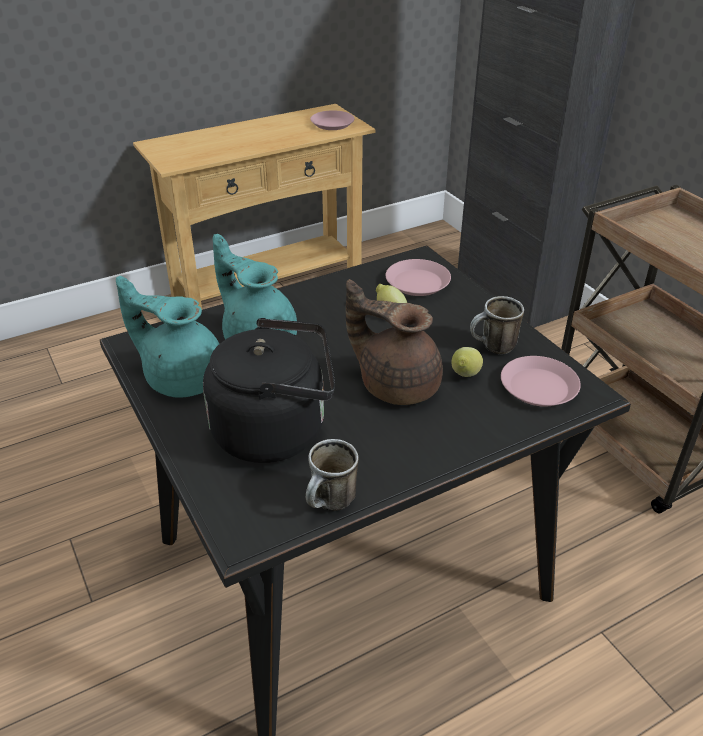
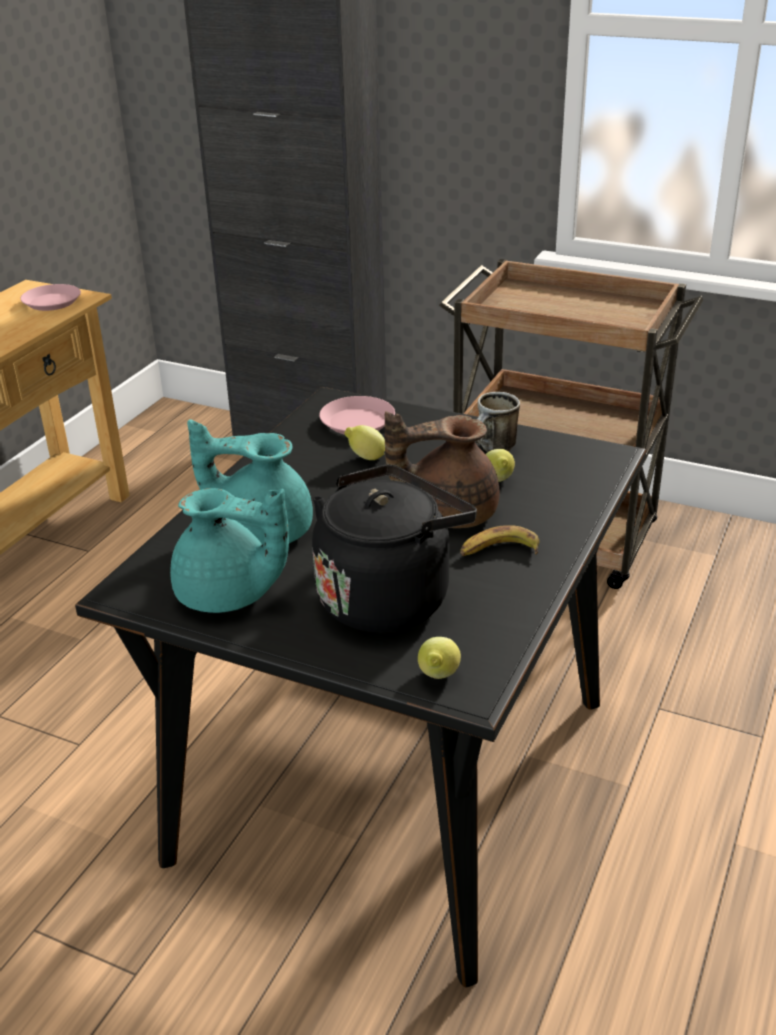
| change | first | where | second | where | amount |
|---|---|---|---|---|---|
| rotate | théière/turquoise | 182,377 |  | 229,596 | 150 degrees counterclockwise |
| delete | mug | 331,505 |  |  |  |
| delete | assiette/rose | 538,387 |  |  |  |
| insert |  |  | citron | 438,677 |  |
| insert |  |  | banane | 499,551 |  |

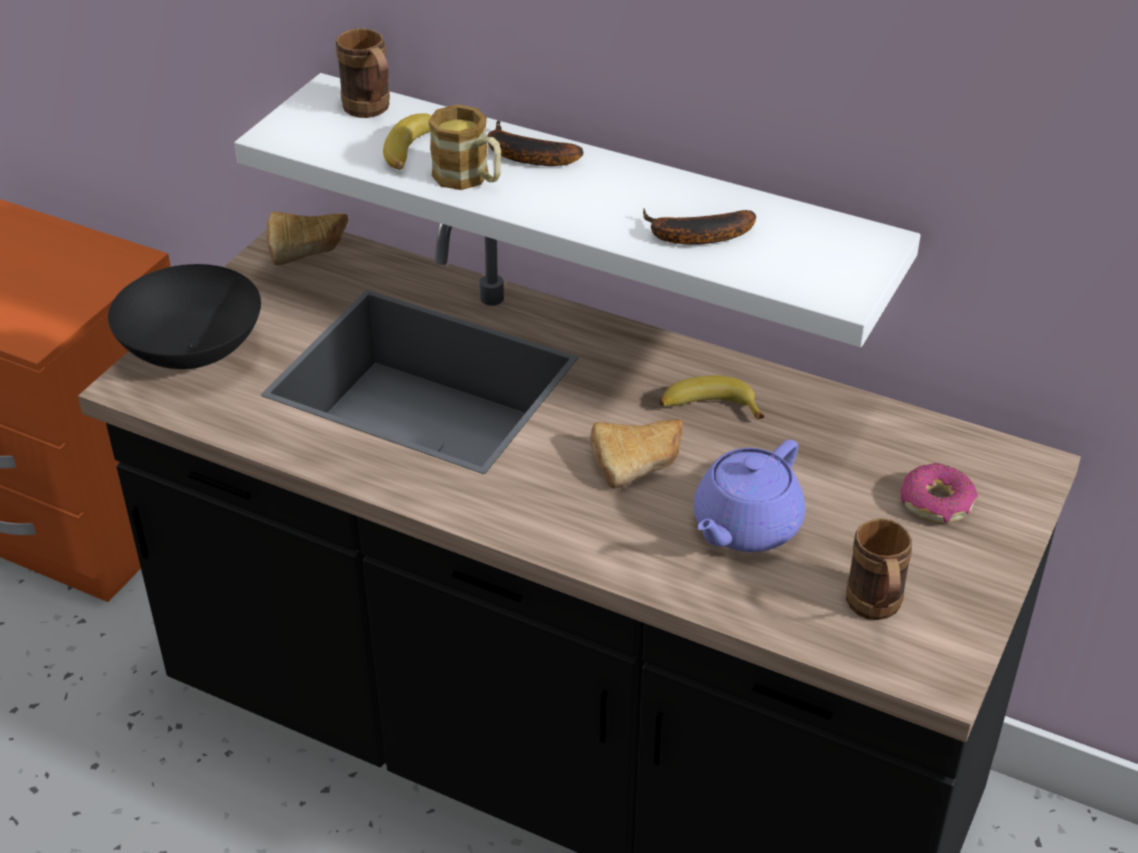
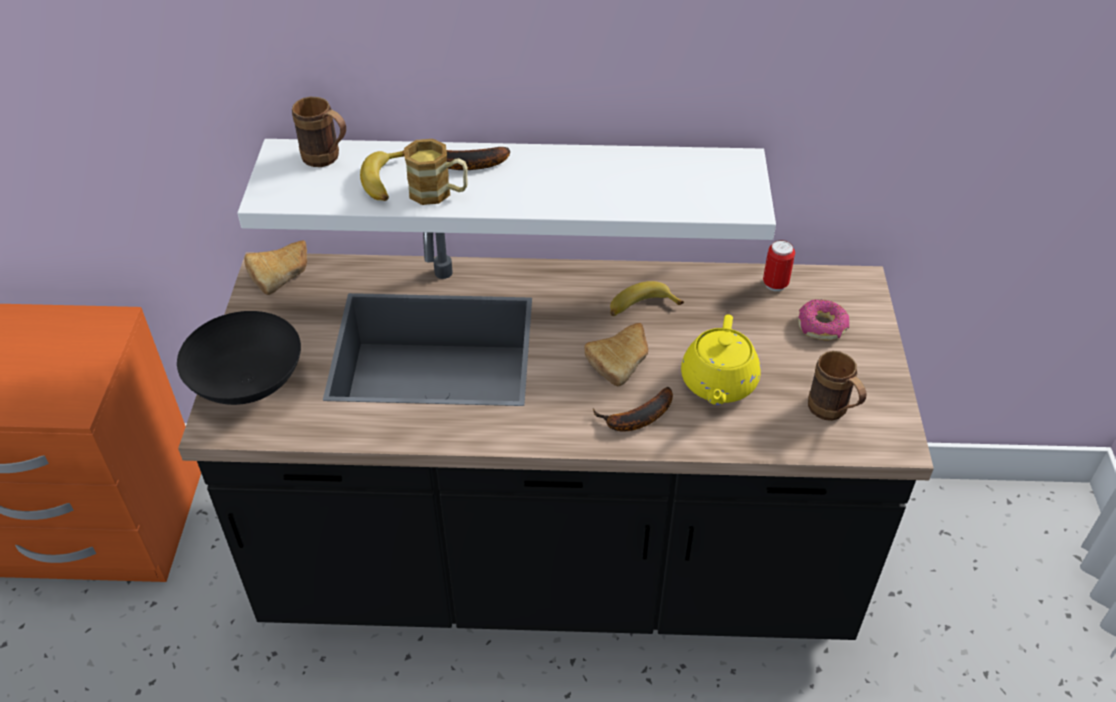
| change | first | where | second | where | amount |
|---|---|---|---|---|---|
| move | banane | 694,236 |  | 636,419 |  |
| recolor | théière/violet | 745,527 | théière/jaune | 718,384 |  |
| insert |  |  | boîte métallique | 775,284 |  |

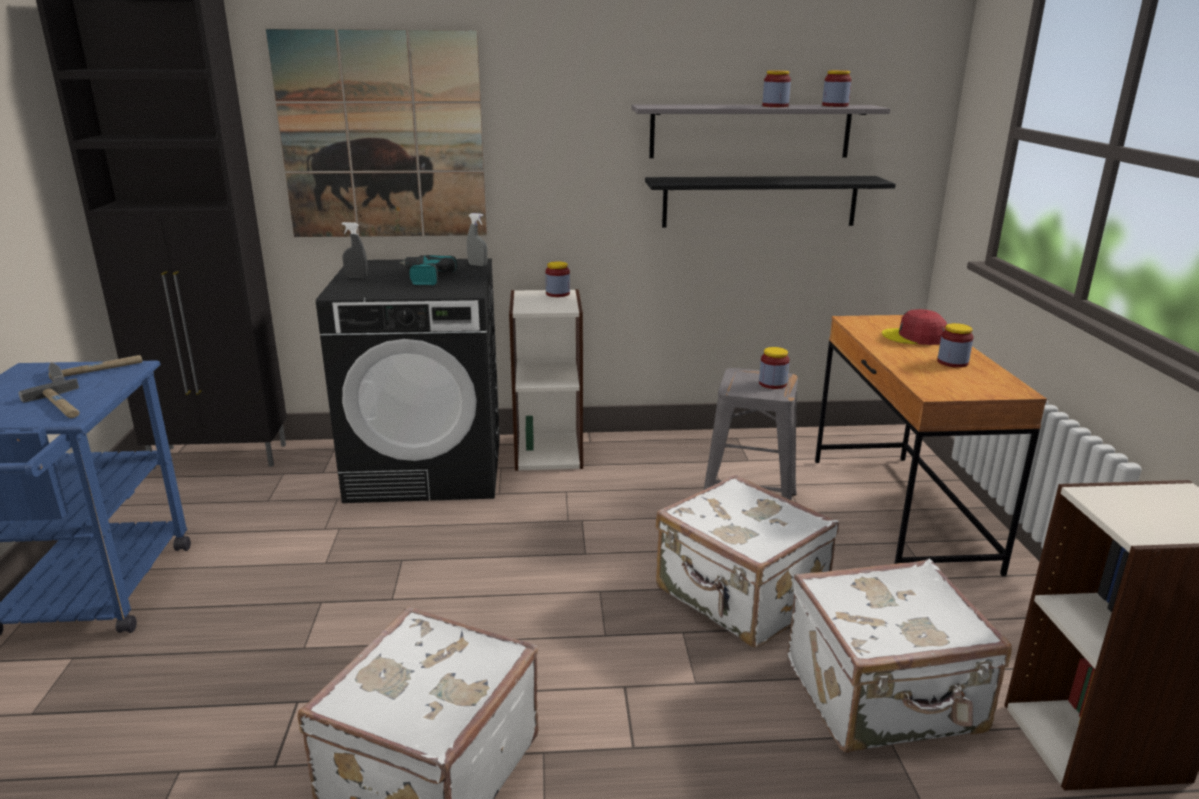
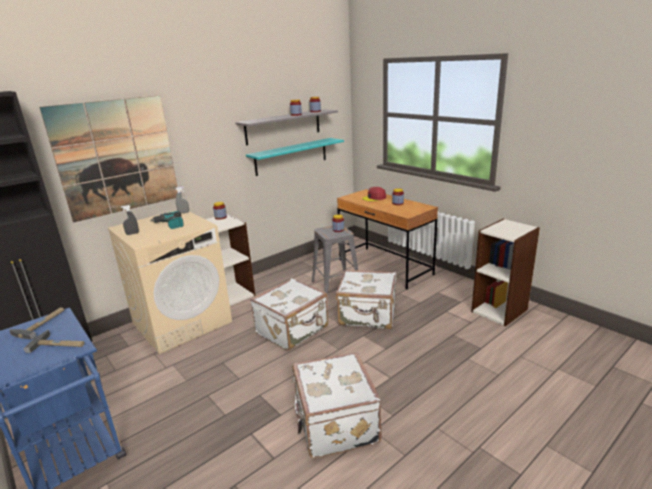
| change | first | where | second | where | amount |
|---|---|---|---|---|---|
| recolor | lave-linge/noir | 428,468 | lave-linge/beige | 182,322 |  |
| recolor | étagère/noir | 760,201 | étagère/turquoise | 291,156 |  |
| move | valise/blanc | 884,698 |  | 293,330 |  |

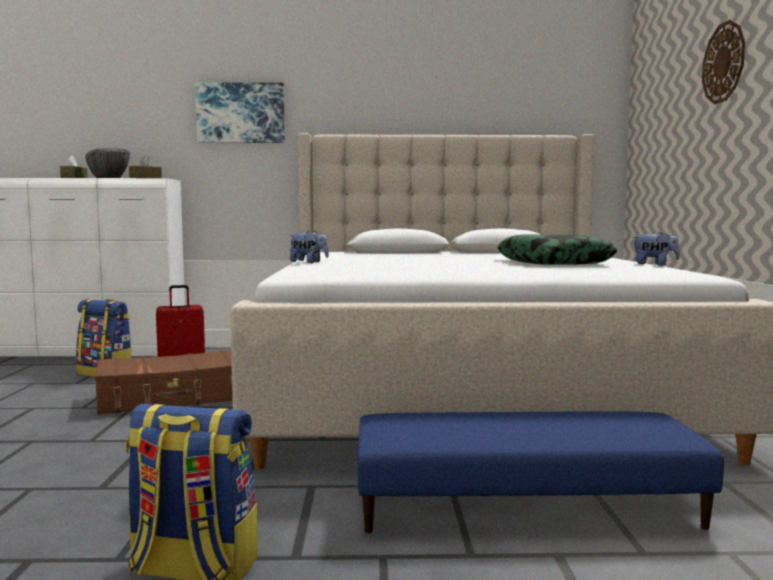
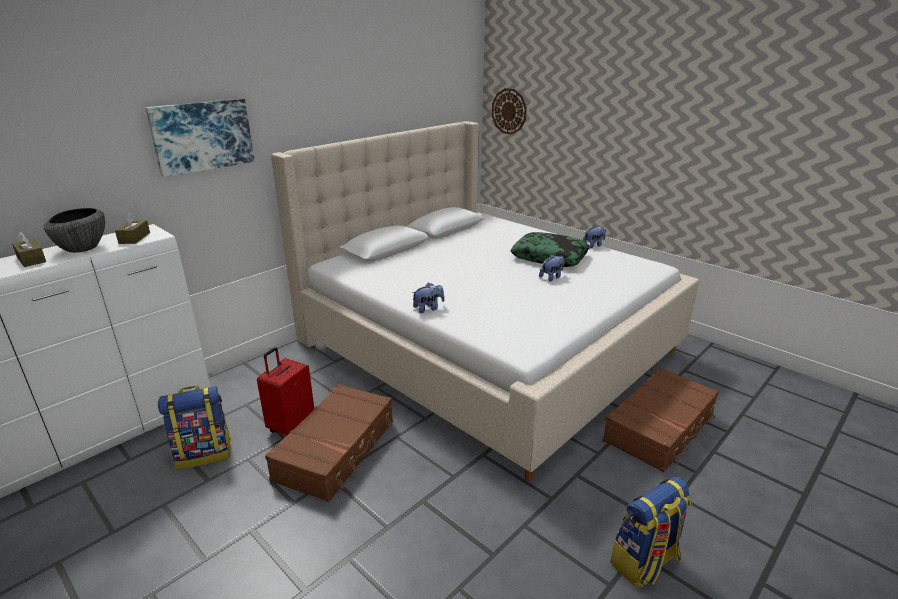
| change | first | where | second | where | amount |
|---|---|---|---|---|---|
| replace | pouf/bleu | 524,504 | valise/marron | 660,428 |  |
| move | horloge murale | 724,62 |  | 509,111 |  |
| insert |  |  | peluche | 552,277 |  |

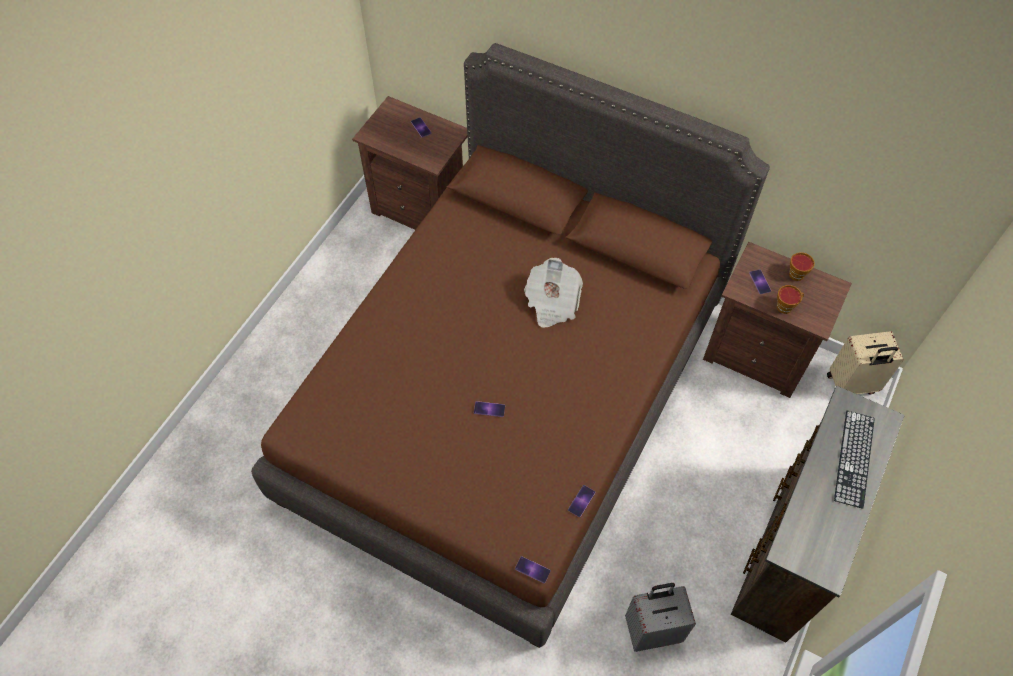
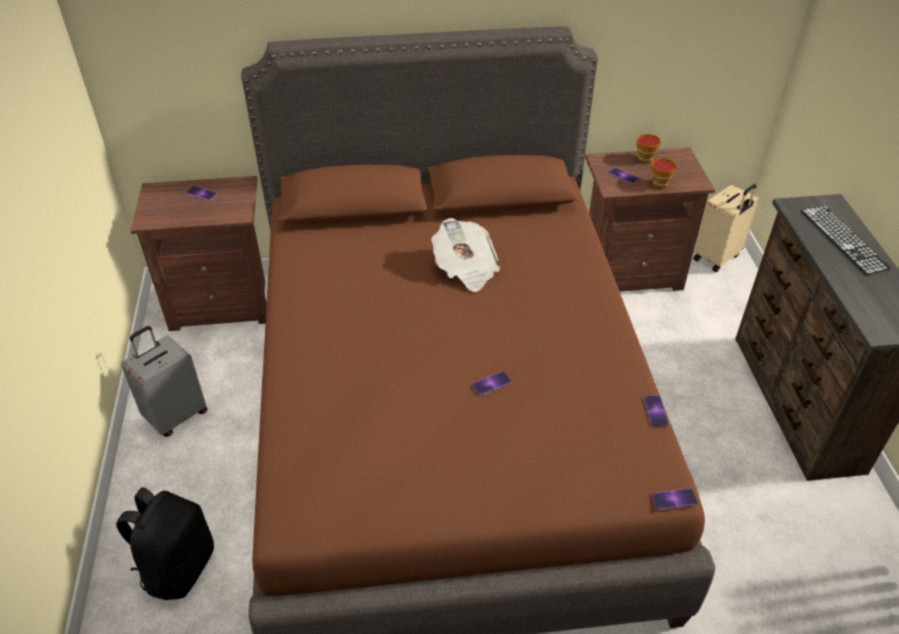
| change | first | where | second | where | amount |
|---|---|---|---|---|---|
| move | valise/gris | 653,629 |  | 176,415 |  |
| insert |  |  | sac à dos/noir | 178,567 |  |

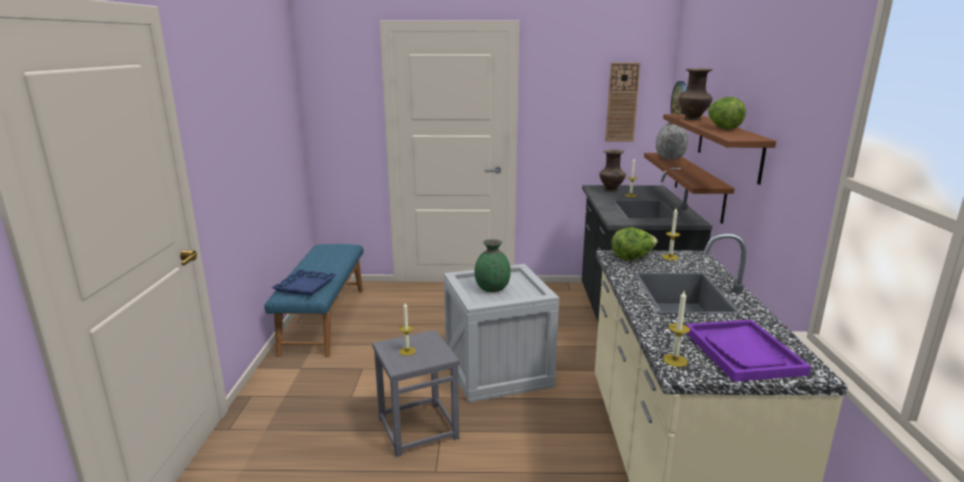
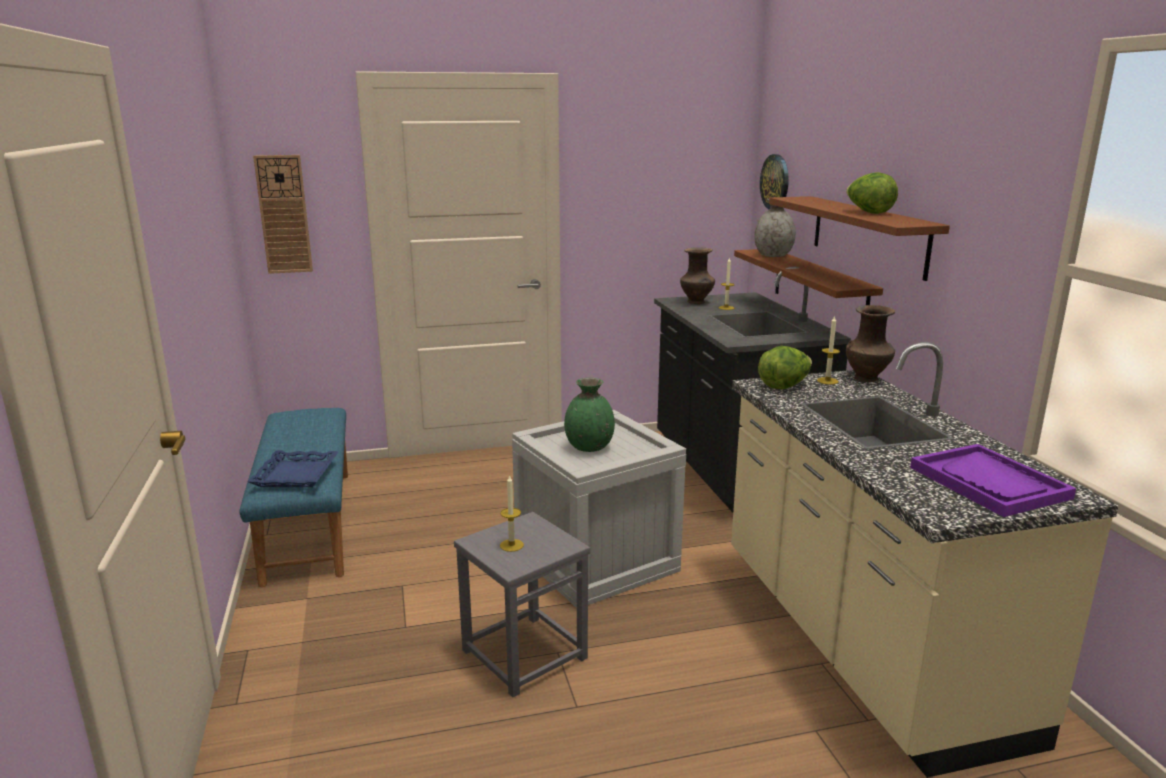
| change | first | where | second | where | amount |
|---|---|---|---|---|---|
| move | horloge murale | 622,102 |  | 284,214 |  |
| delete | bougie | 675,360 |  |  |  |
| move | vase/marron | 693,119 |  | 867,378 |  |

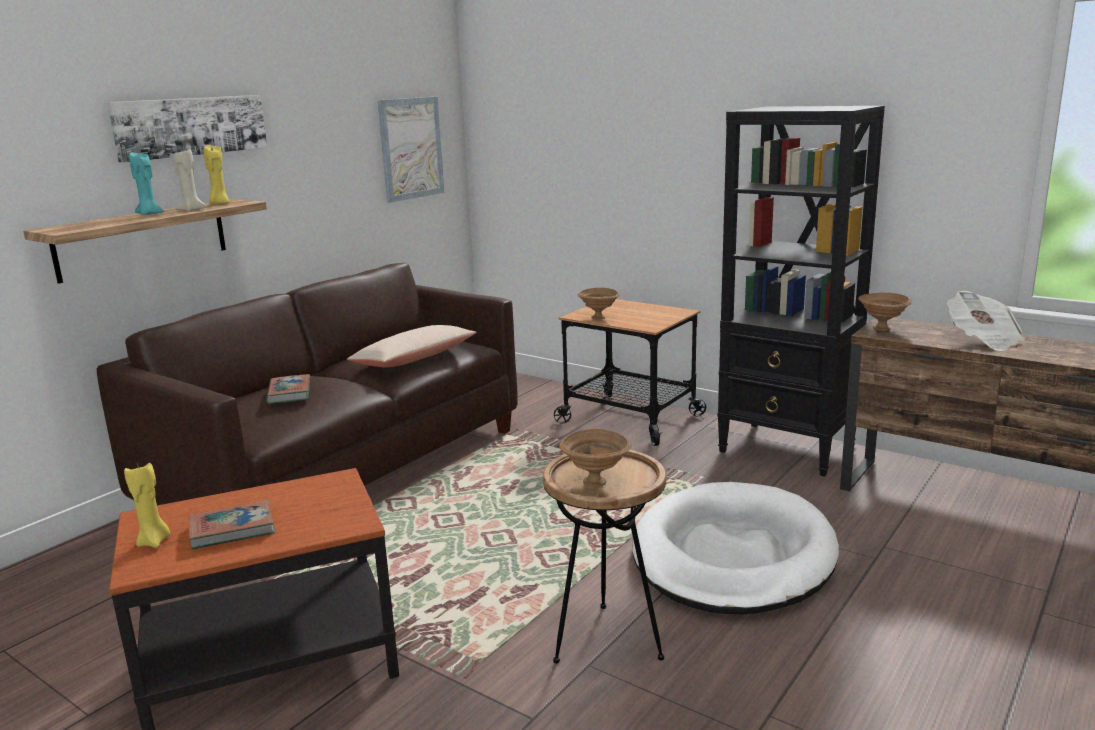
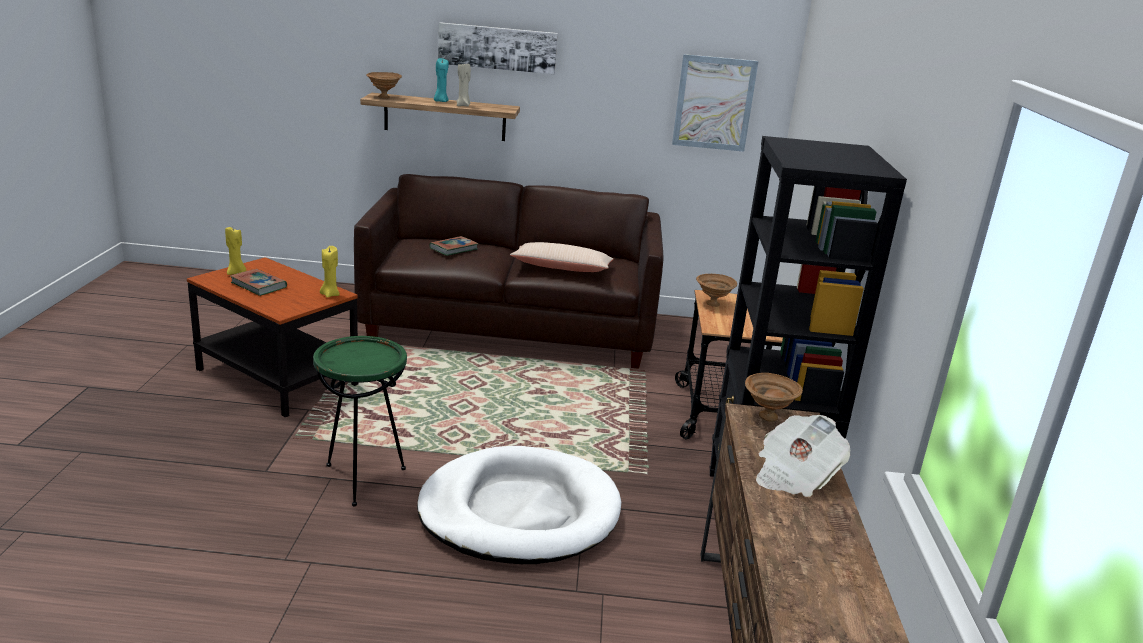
| change | first | where | second | where | amount |
|---|---|---|---|---|---|
| move | bougie/jaune | 219,204 |  | 330,294 |  |
| recolor | table d'appoint/marron | 606,641 | table d'appoint/vert | 362,479 |  |
| move | bol/marron | 596,482 |  | 384,97 |  |

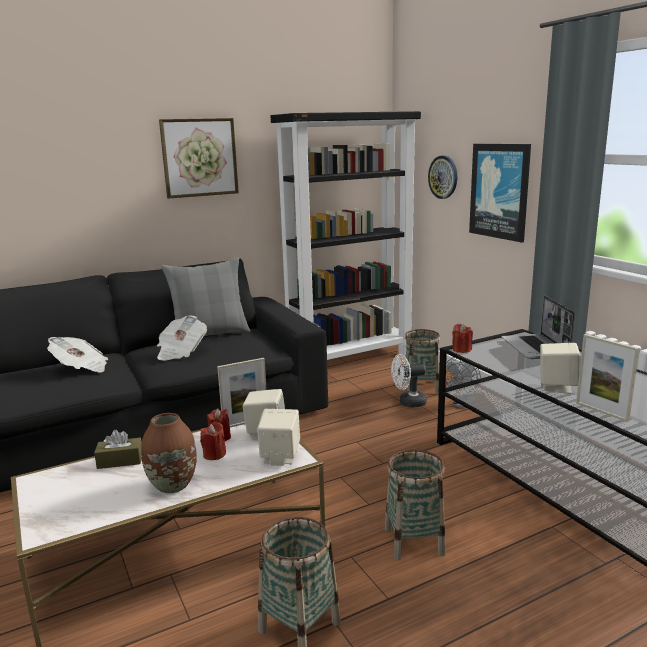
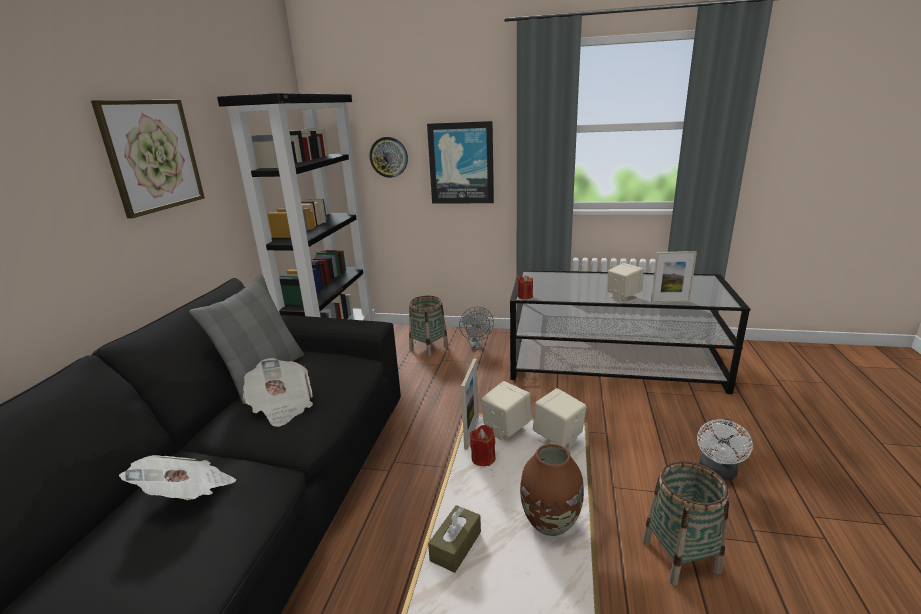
| change | first | where | second | where | amount |
|---|---|---|---|---|---|
| delete | bougie/rouge | 214,454 |  |  |  |
| delete | panier | 413,541 |  |  |  |
| move | ventilateur/blanc | 408,403 |  | 717,473 |  |
| delete | ordinateur portable | 536,348 |  |  |  |

